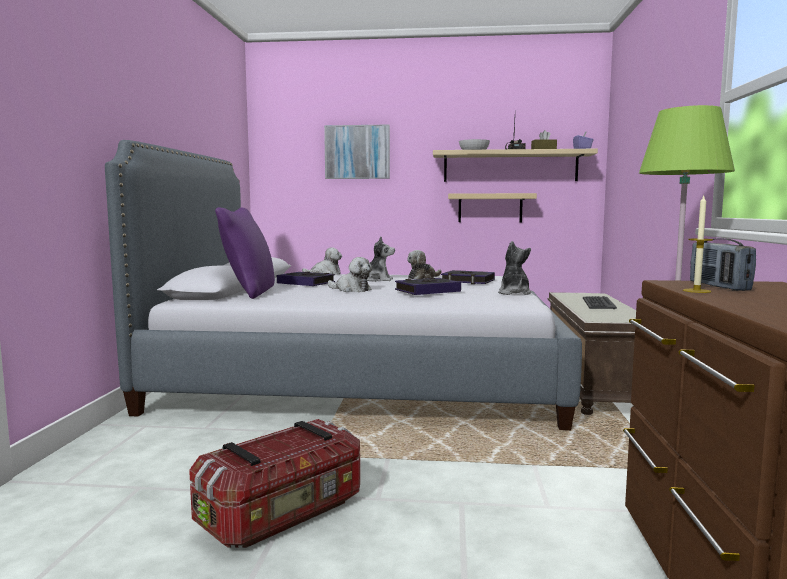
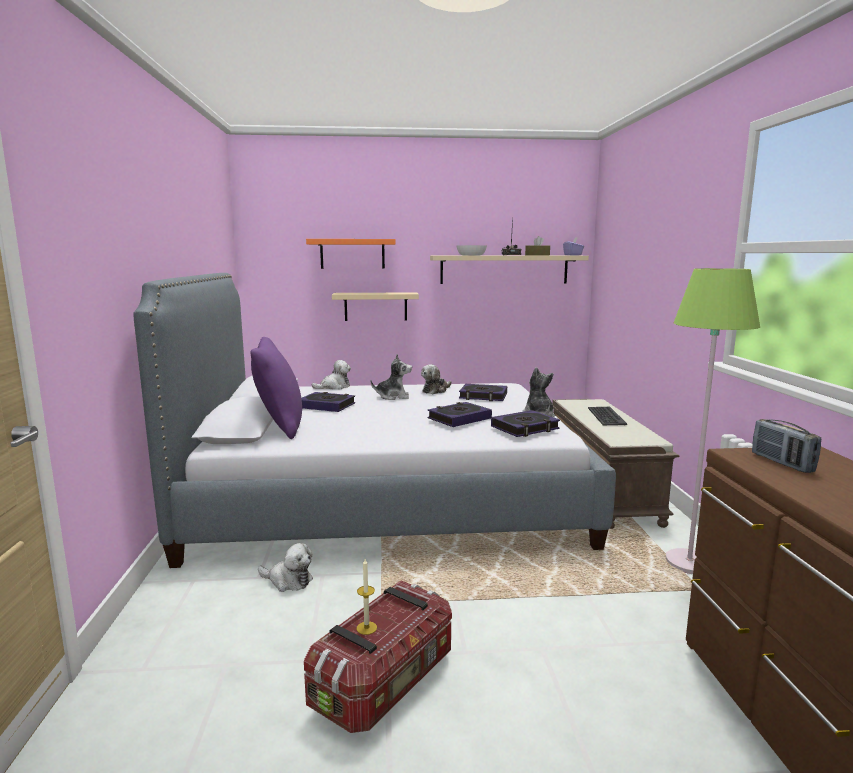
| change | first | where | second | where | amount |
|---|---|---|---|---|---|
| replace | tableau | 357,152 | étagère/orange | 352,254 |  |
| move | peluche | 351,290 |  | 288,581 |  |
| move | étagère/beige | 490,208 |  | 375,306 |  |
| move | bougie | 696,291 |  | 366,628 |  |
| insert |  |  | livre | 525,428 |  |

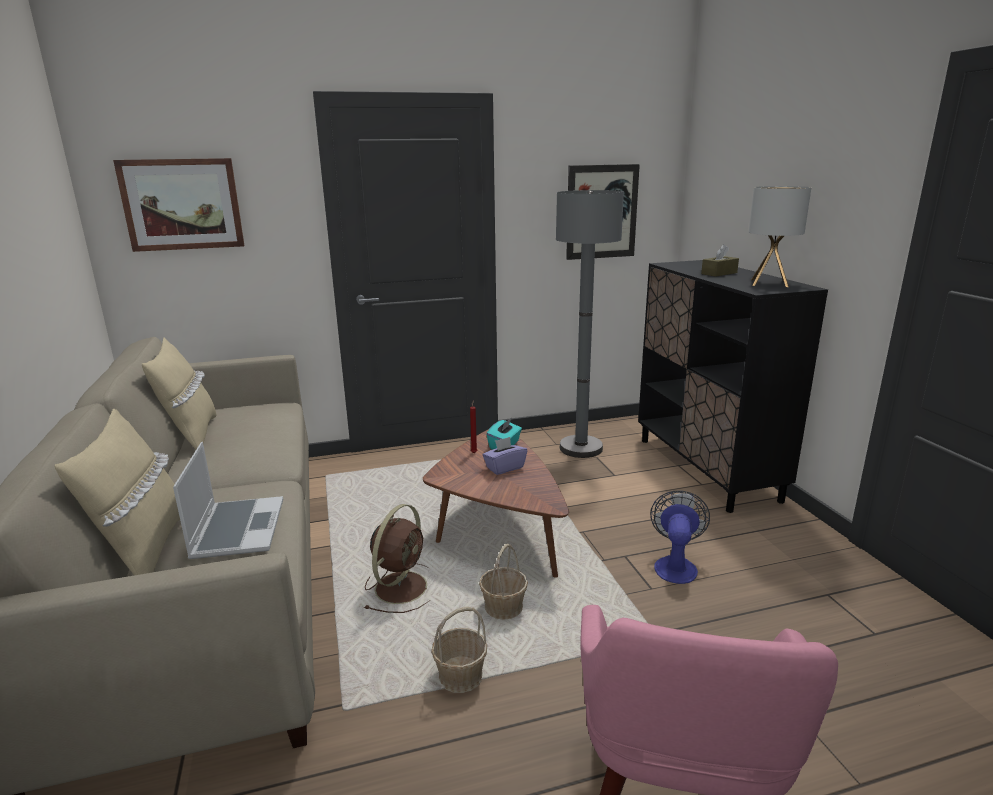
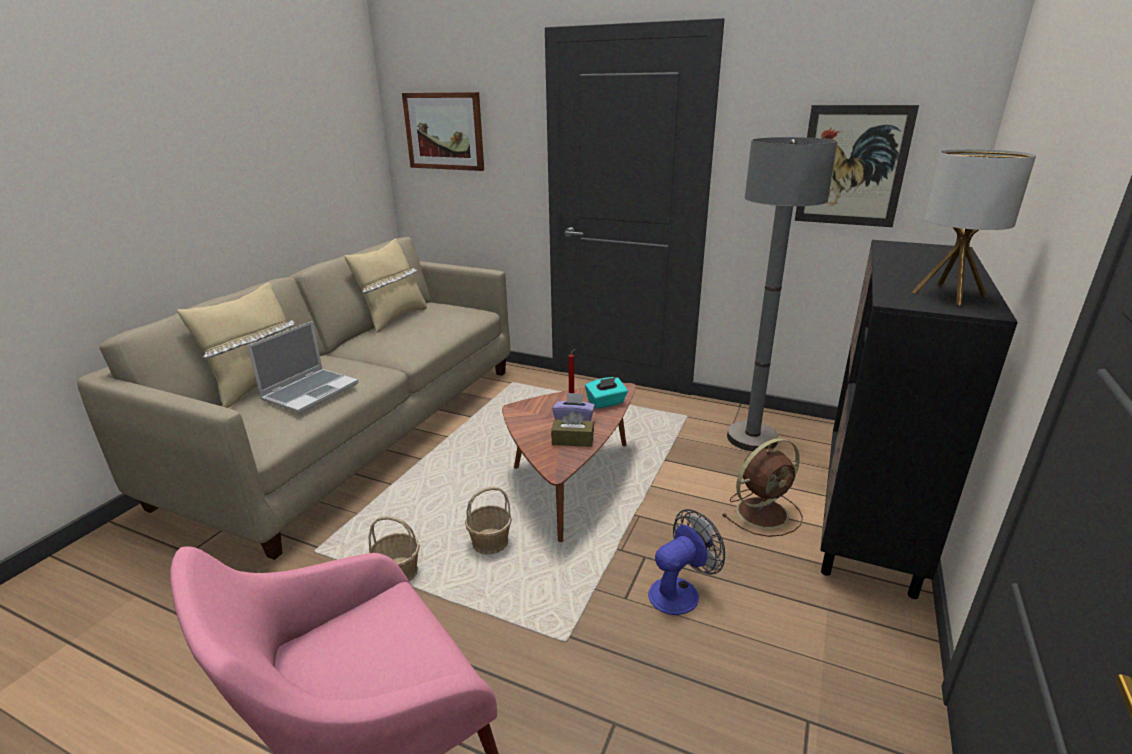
| change | first | where | second | where | amount |
|---|---|---|---|---|---|
| move | ventilateur/marron | 402,586 |  | 764,512 |  |
| move | boîte à mouchoirs/marron | 719,273 |  | 572,440 |  |

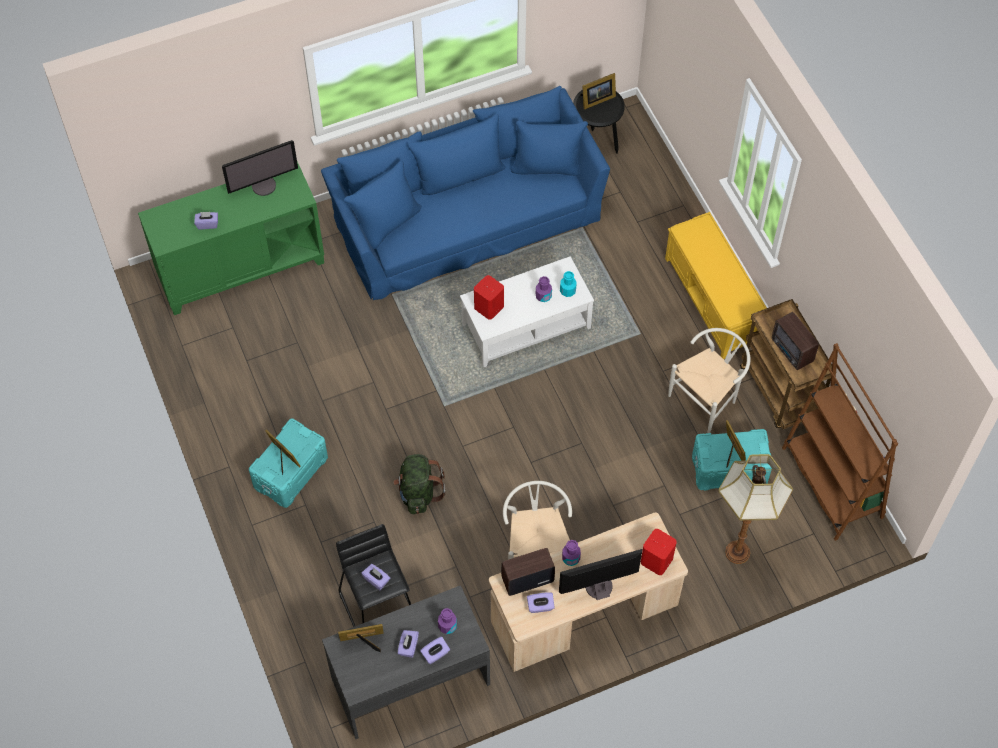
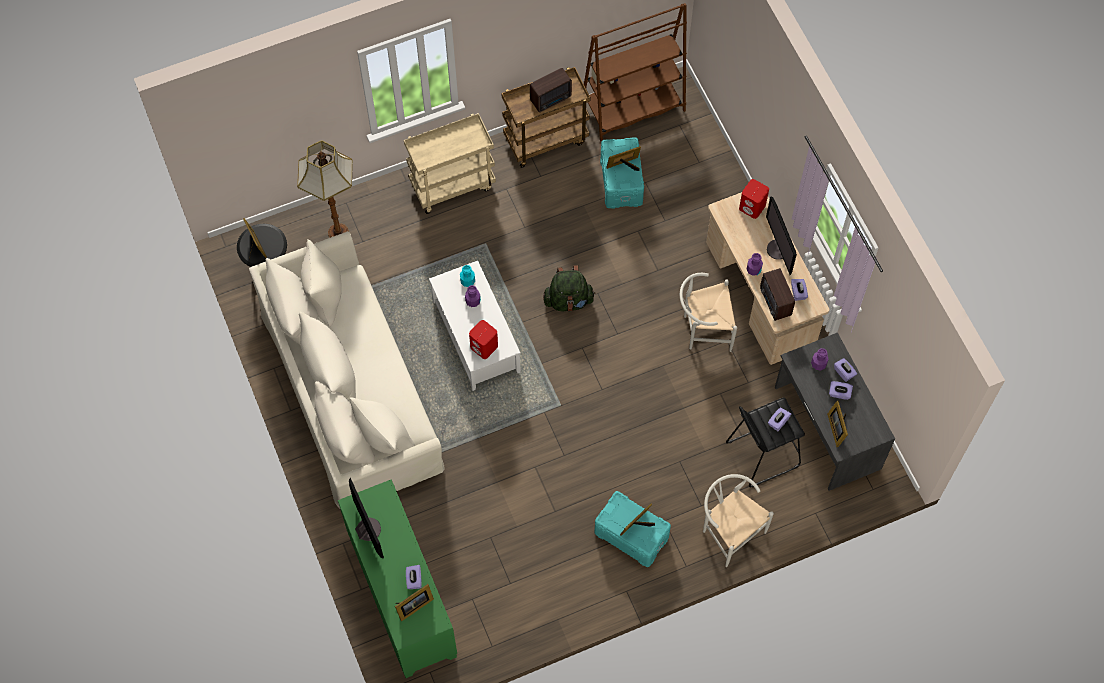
| change | first | where | second | where | amount |
|---|---|---|---|---|---|
| recolor | canapé/bleu | 467,218 | canapé/beige | 351,387 |  |
| move | sac à dos/vert | 418,493 |  | 568,300 |  |
| replace | banc/jaune | 713,301 | chariot/beige | 452,184 |  |
| move | chaise/blanc | 707,399 |  | 729,531 |  |
| move | lampadaire | 738,551 |  | 338,232 |  |
| insert |  |  | cadre photo | 413,606 |  |

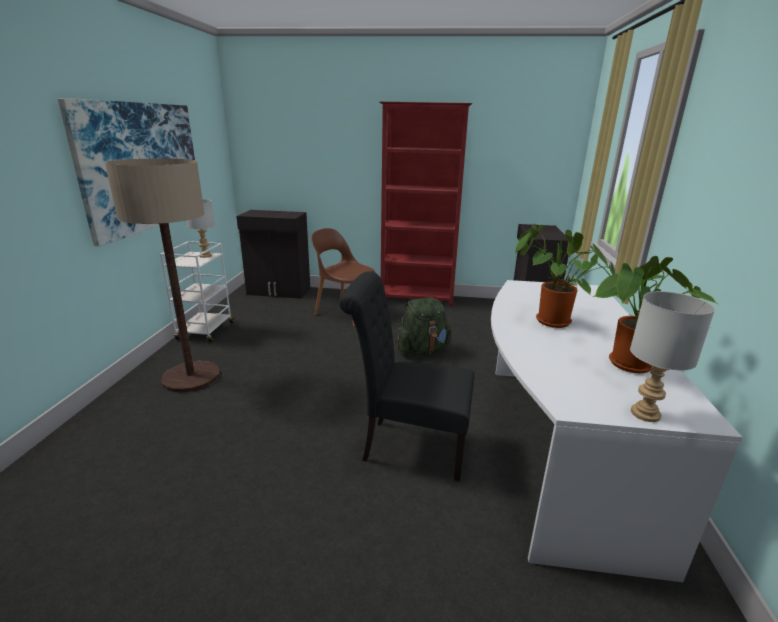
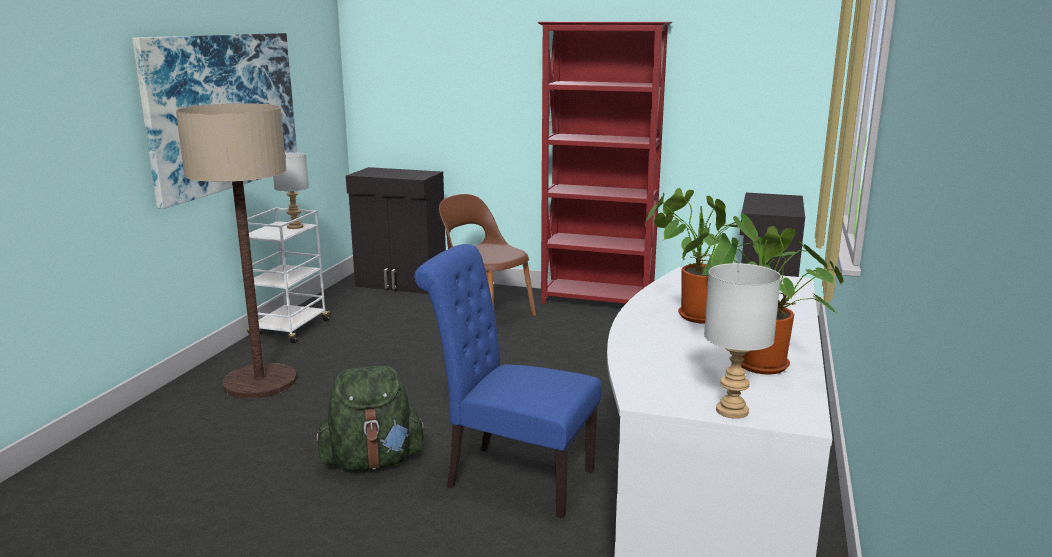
| change | first | where | second | where | amount |
|---|---|---|---|---|---|
| recolor | chaise/noir | 408,446 | chaise/bleu | 511,477 |  |
| move | sac à dos/vert | 422,350 |  | 373,461 |  |

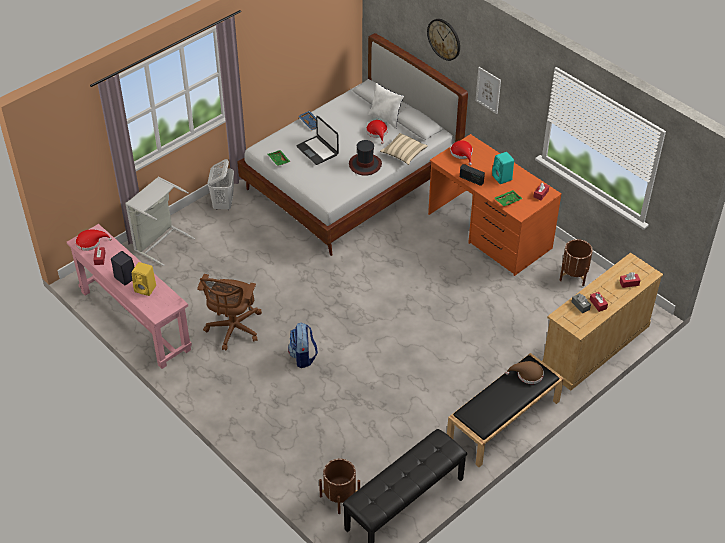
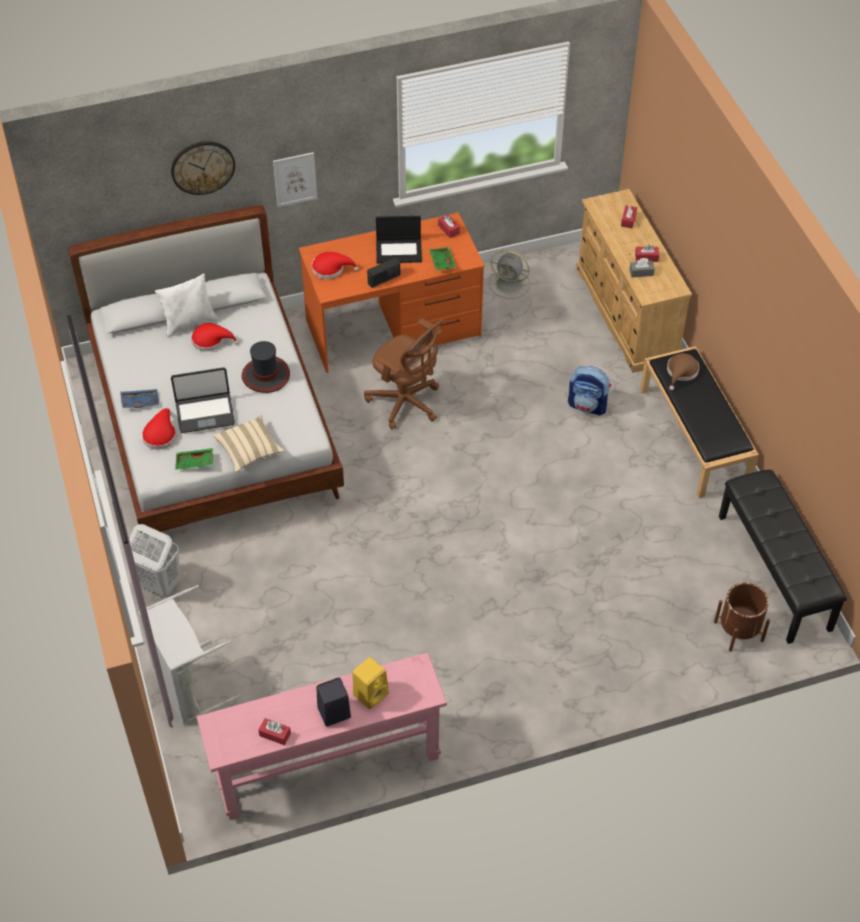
| change | first | where | second | where | amount |
|---|---|---|---|---|---|
| move | chapeau/rouge | 90,242 |  | 160,434 |  |
| move | chaise de bureau/marron | 233,330 |  | 406,403 |  |
| move | sac à dos | 303,357 |  | 588,405 |  |
| move | coussin/beige | 403,154 |  | 249,450 |  |
| replace | enceinte/turquoise | 502,178 | ordinateur portable | 399,251 |  |
| replace | cache-pot/marron | 574,275 | ventilateur/gris | 510,285 |  |

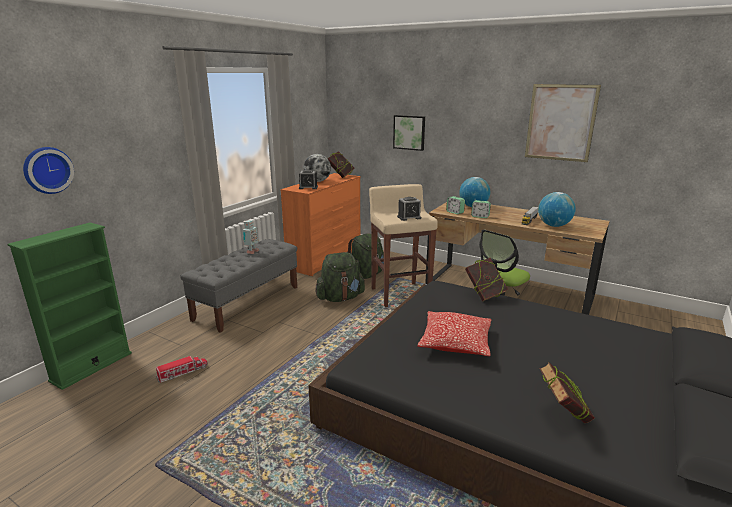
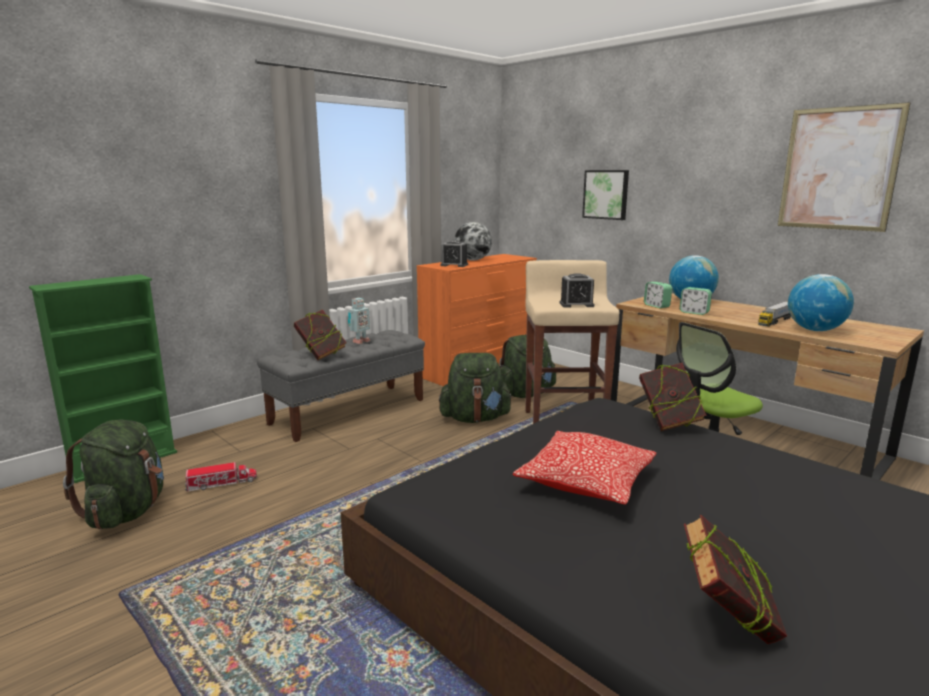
| change | first | where | second | where | amount |
|---|---|---|---|---|---|
| delete | horloge murale | 47,170 |  |  |  |
| move | livre | 340,176 |  | 321,355 |  |
| insert |  |  | sac à dos/vert | 127,512 |  |

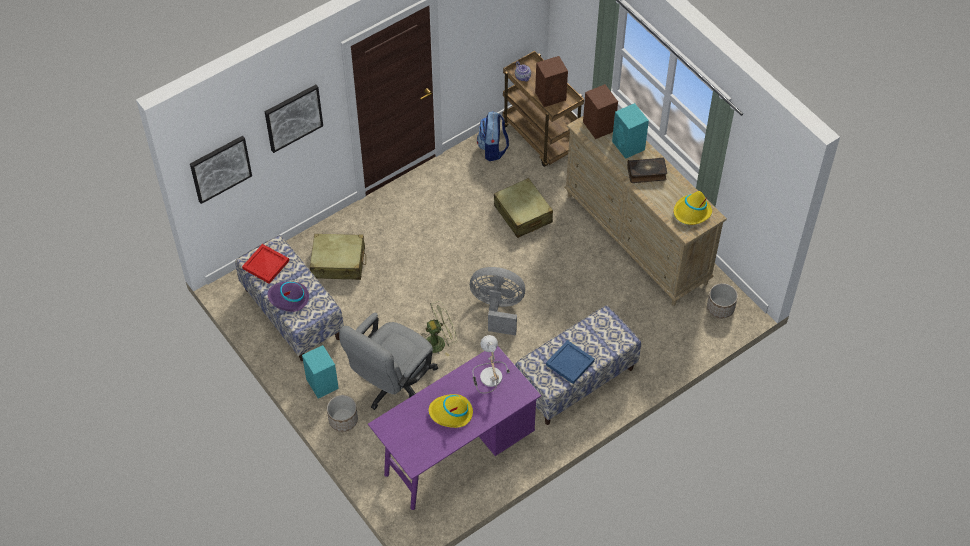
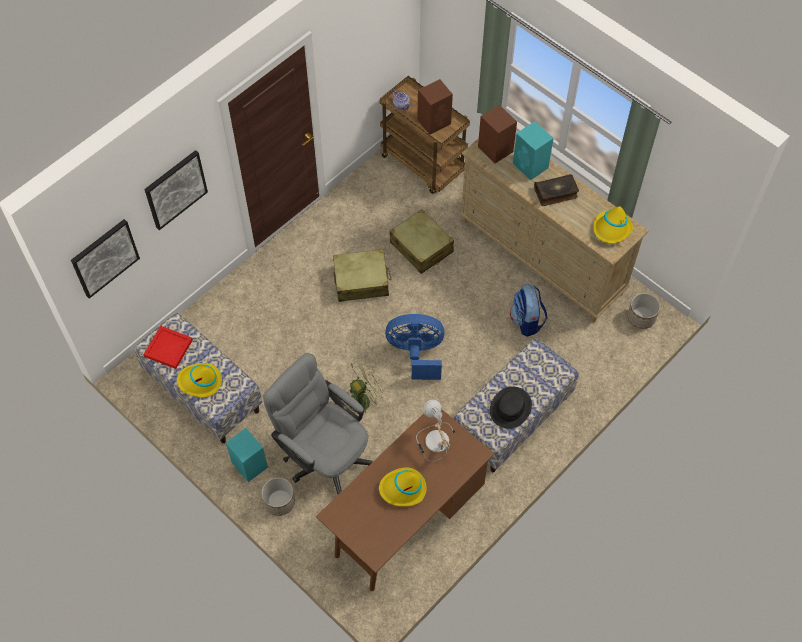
| change | first | where | second | where | amount |
|---|---|---|---|---|---|
| recolor | chapeau/violet | 289,298 | chapeau/jaune | 200,382 |  |
| move | valise/beige | 338,262 |  | 361,281 |  |
| rotate | chaise de bureau/gris | 392,386 |  | 324,455 | 105 degrees clockwise |
| recolor | bureau/violet | 456,455 | bureau/marron | 406,521 |  |
| recolor | ventilateur/gris | 498,309 | ventilateur/bleu | 416,353 |  |
| move | sac à dos | 493,149 |  | 527,321 |  |
| replace | plateau/bleu | 569,363 | chapeau/noir | 510,408 |  |

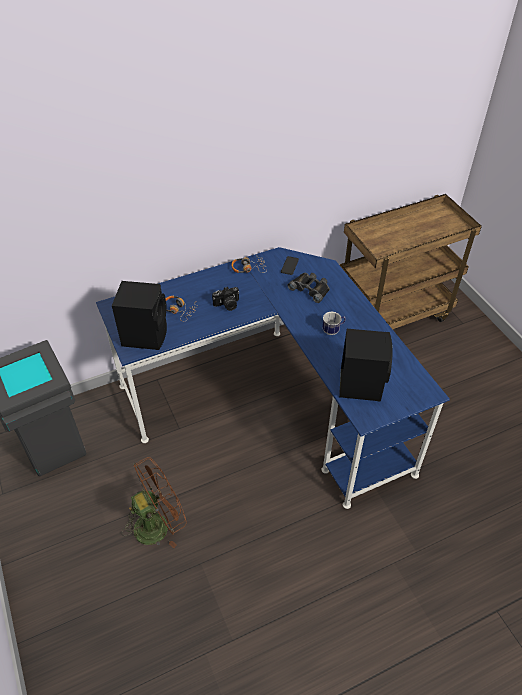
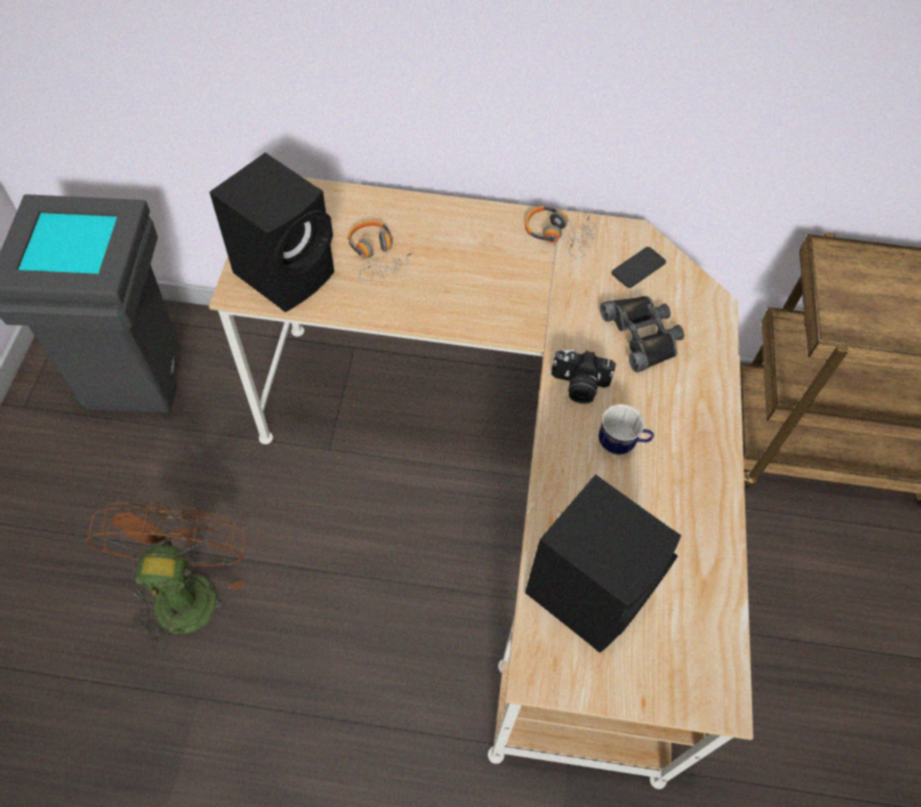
| change | first | where | second | where | amount |
|---|---|---|---|---|---|
| recolor | bureau/bleu | 273,401 | bureau/beige | 507,488 |  |
| rotate | ventilateur/marron | 158,523 |  | 186,588 | 90 degrees counterclockwise |
| move | appareil photo | 227,305 |  | 579,386 |  |

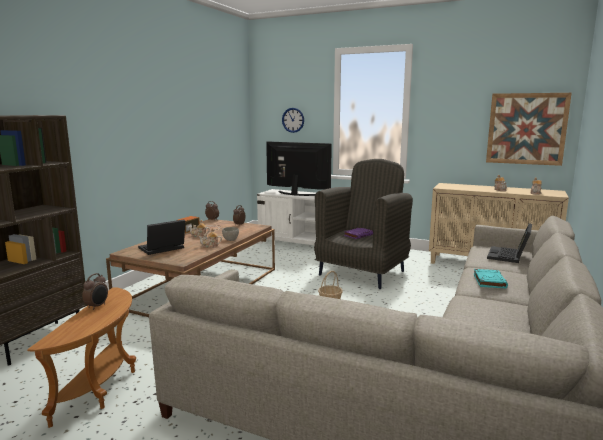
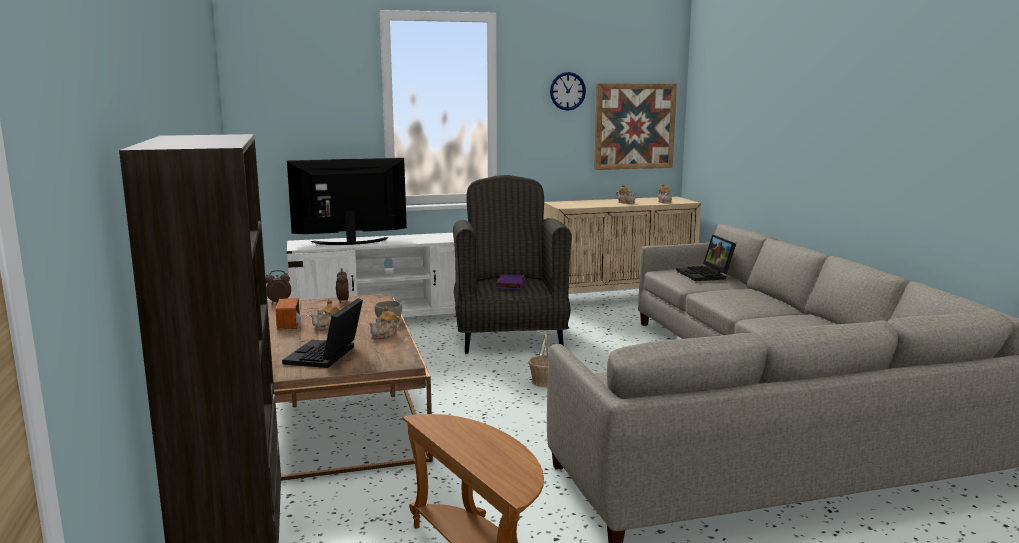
| change | first | where | second | where | amount |
|---|---|---|---|---|---|
| delete | réveil | 97,306 |  |  |  |
| move | horloge murale | 293,120 |  | 567,91 |  |
| delete | livre/turquoise | 489,281 |  |  |  |

